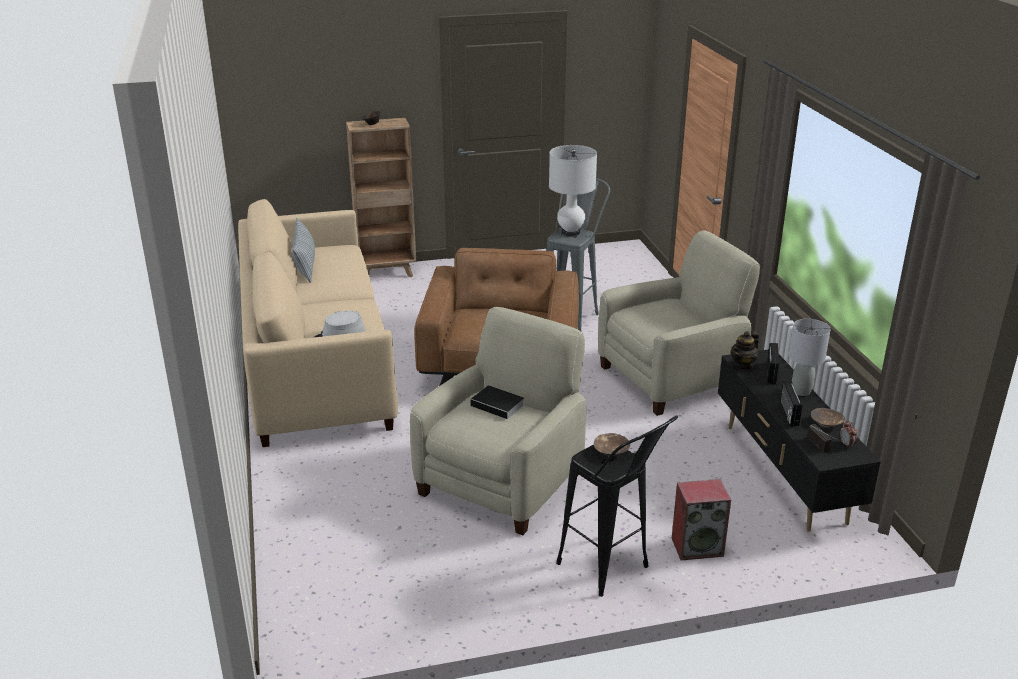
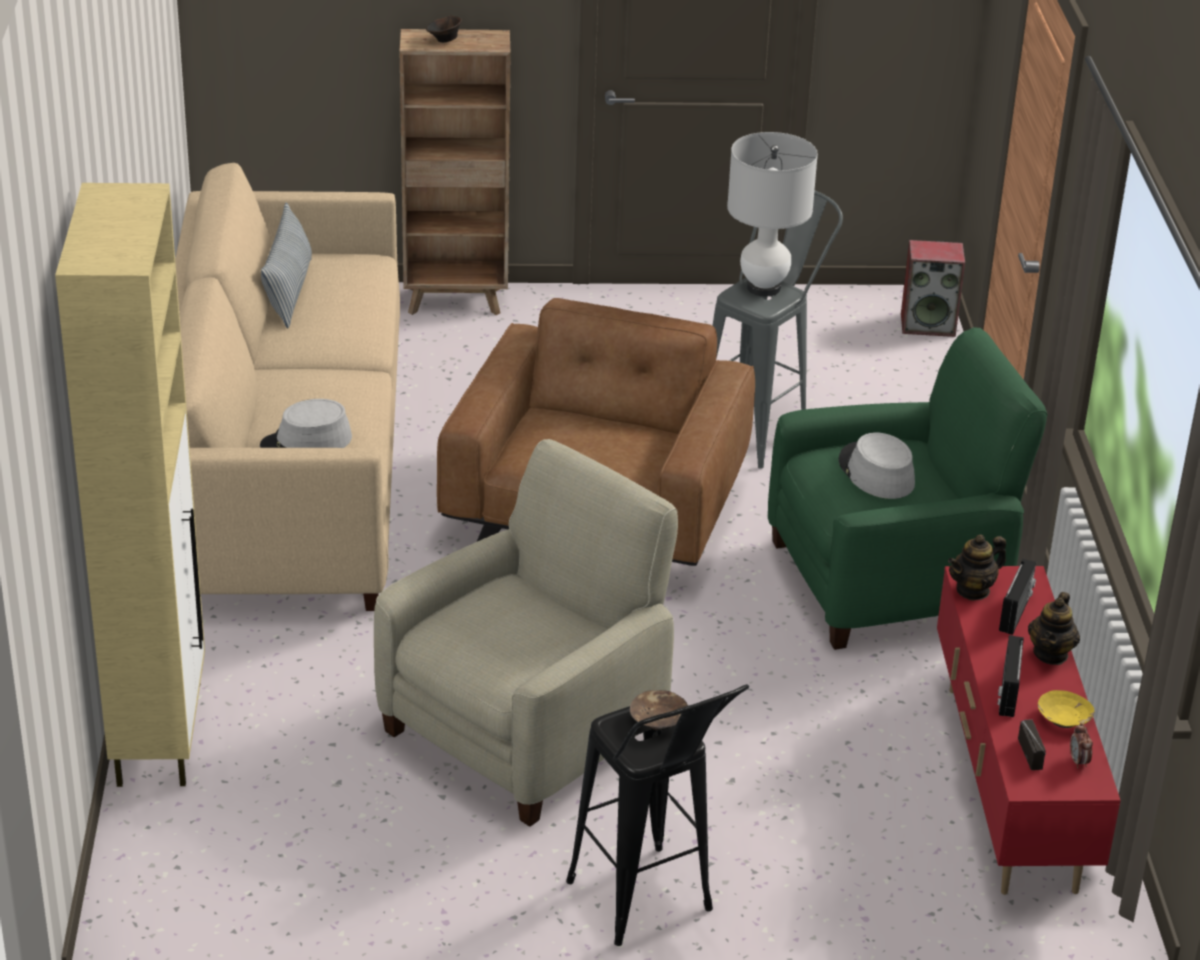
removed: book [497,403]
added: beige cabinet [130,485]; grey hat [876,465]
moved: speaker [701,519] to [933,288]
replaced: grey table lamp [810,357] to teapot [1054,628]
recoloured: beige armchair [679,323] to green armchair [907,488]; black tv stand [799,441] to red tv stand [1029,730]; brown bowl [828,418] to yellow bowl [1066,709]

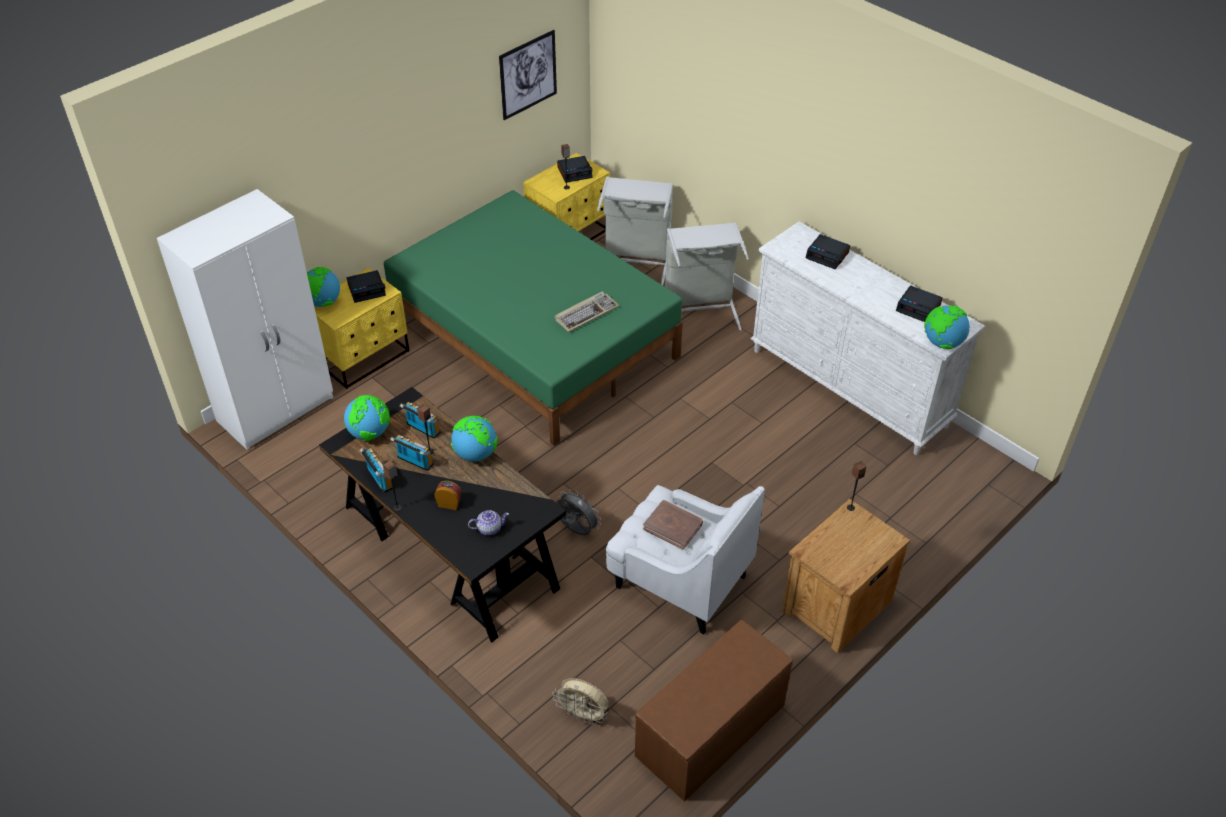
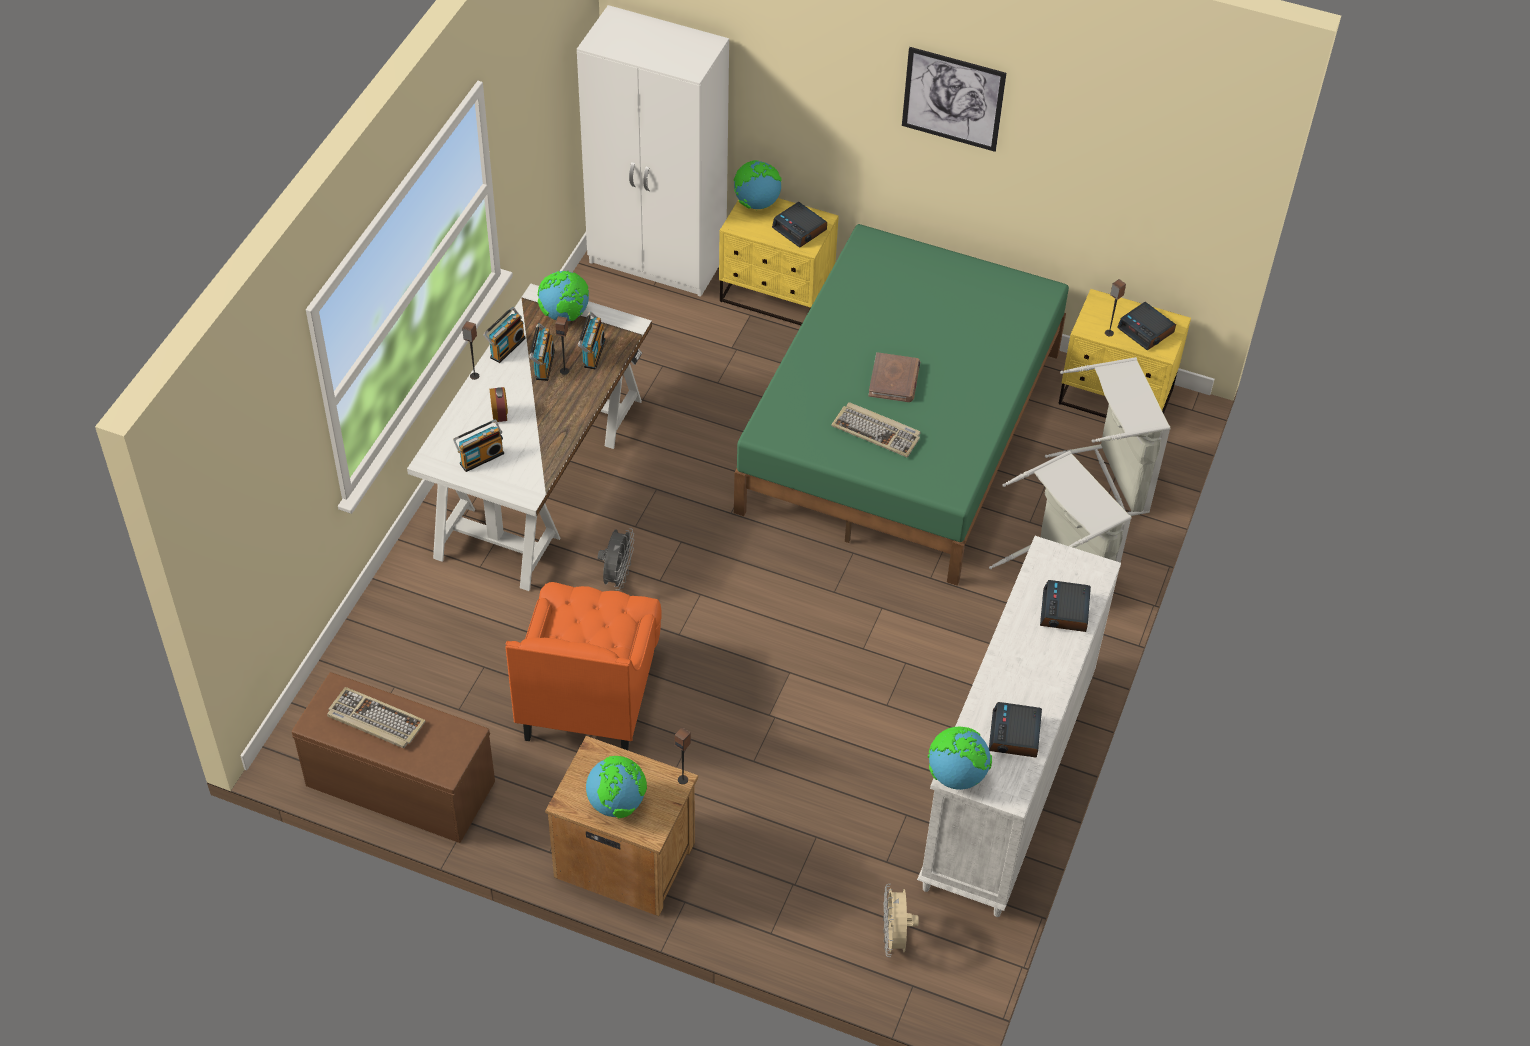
added: keyboard [376,717]
moved: globe [474,439] to [616,787]; brown book [673,525] to [894,377]; beige fan [580,701] to [901,920]; picture [528,75] to [954,99]
replaced: teapot [488,523] to radio [478,446]
recoloured: black desk [442,515] to white desk [529,437]; white armchair [685,559] to orange armchair [583,666]

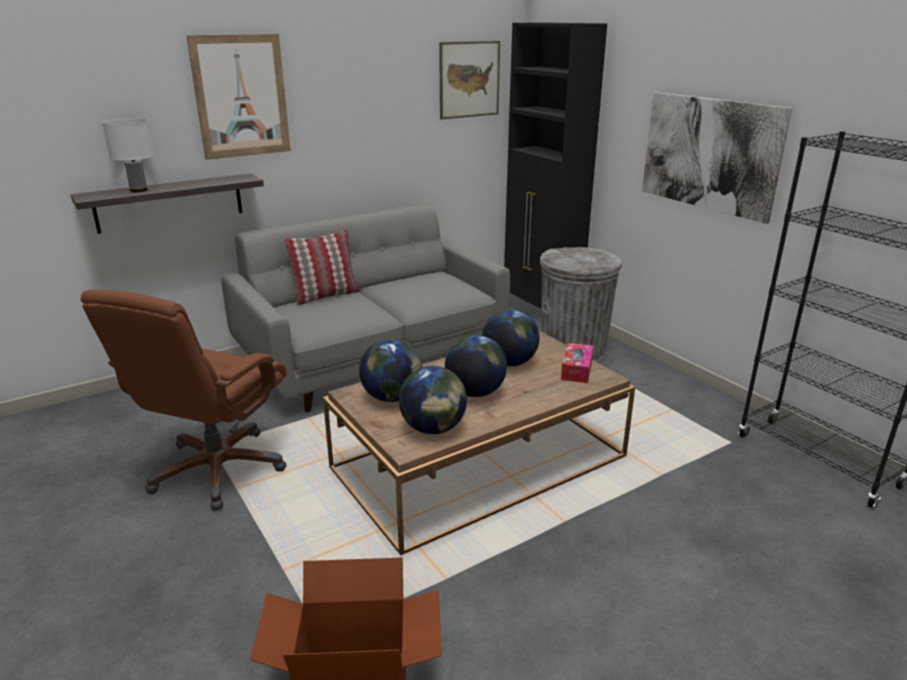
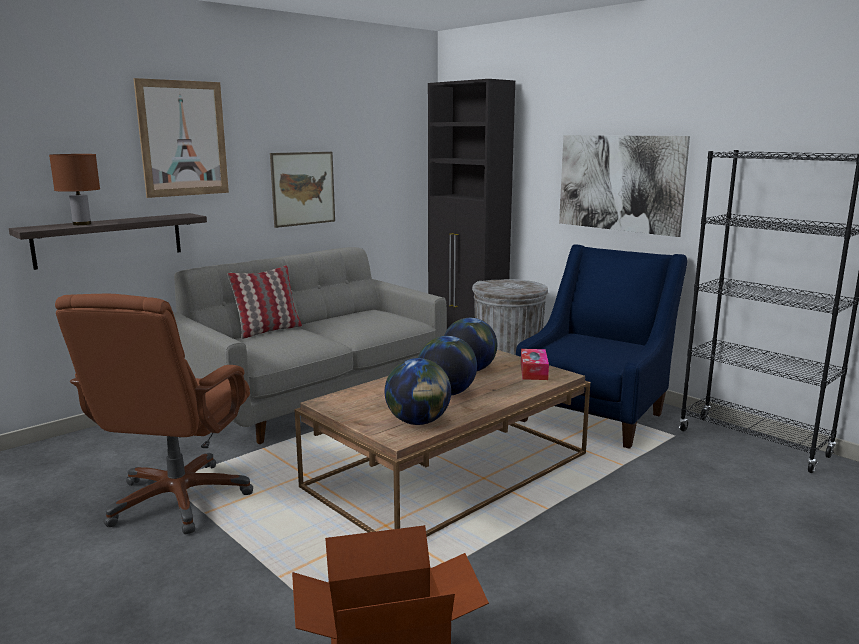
removed: globe [390,370]
added: blue armchair [601,346]
moved: picture [469,80] to [302,190]
recoloured: white table lamp [128,155] to brown table lamp [74,189]

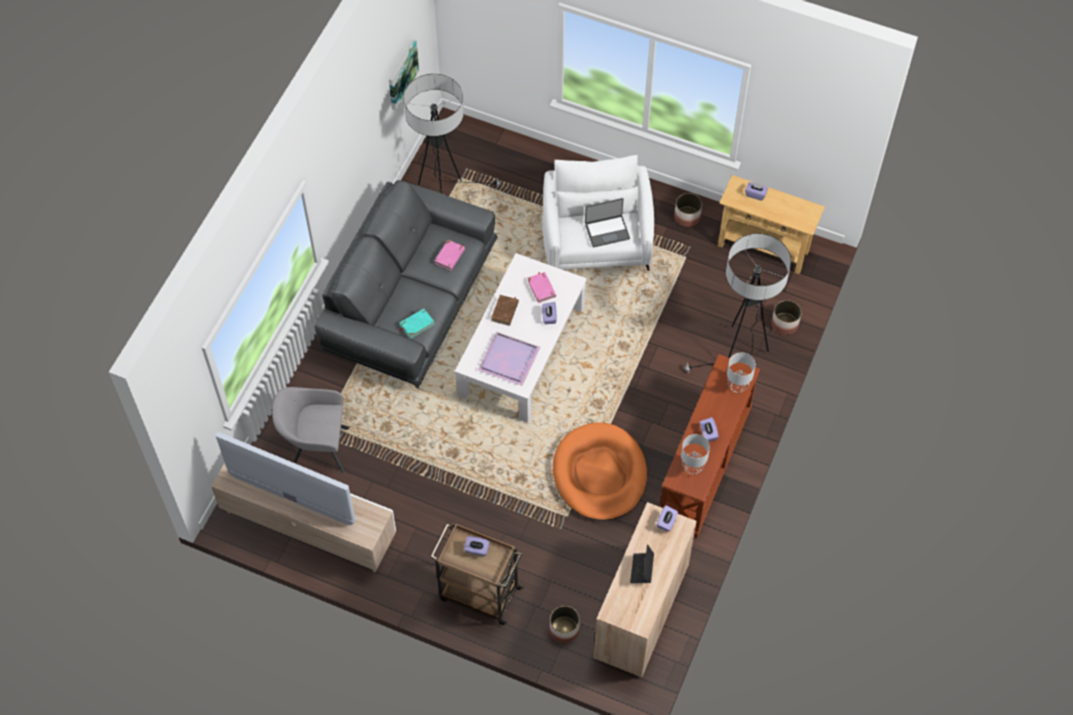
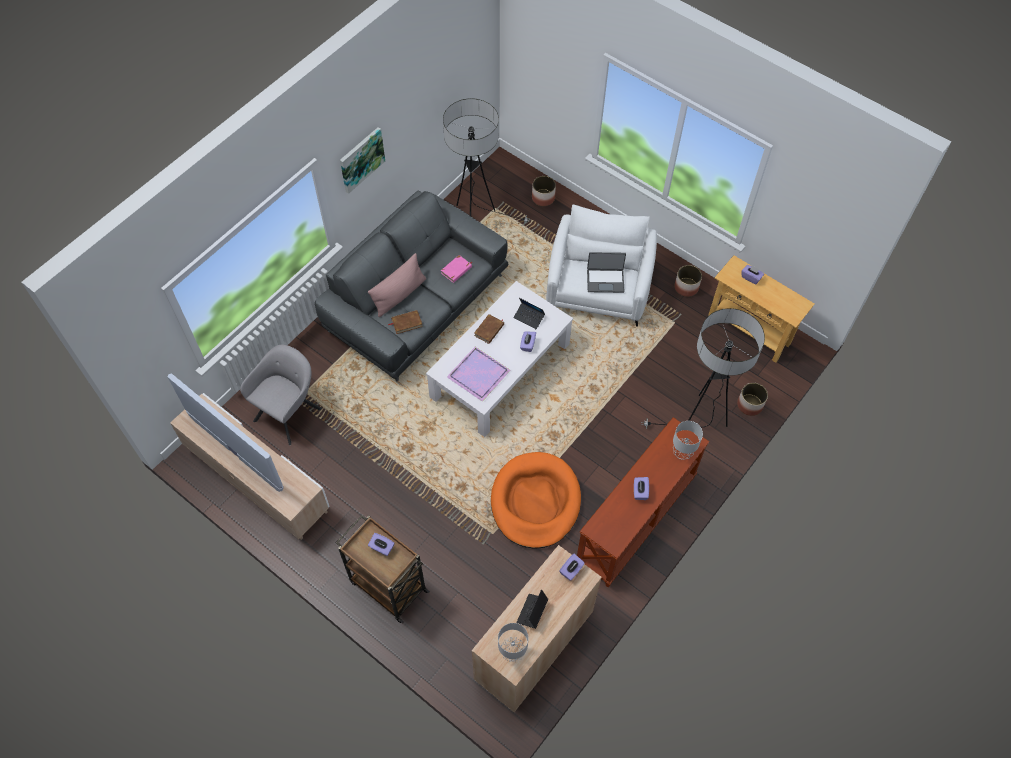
added: pink pillow [397,285]
moved: picture [404,75] to [362,160]; grey table lamp [695,454] to [513,642]; planter [564,624] to [544,191]
replaced: pink book [541,287] to laptop [529,313]
recoloured: turquoise book [416,324] to brown book [405,322]
turned: grey armchair [311,430] = [281,395] 105 degrees clockwise

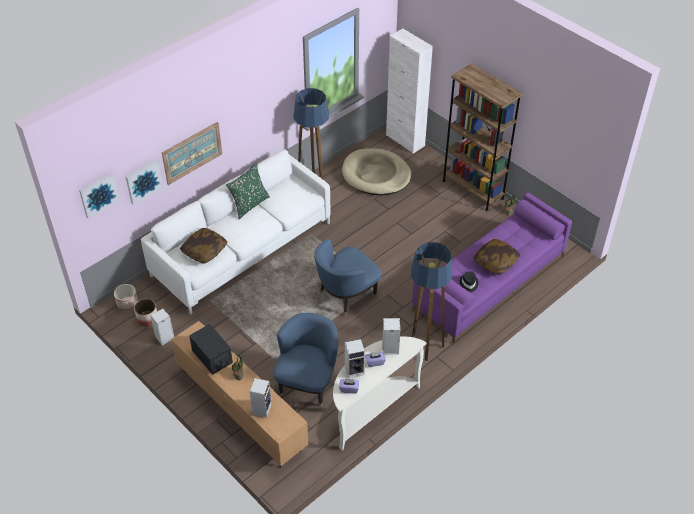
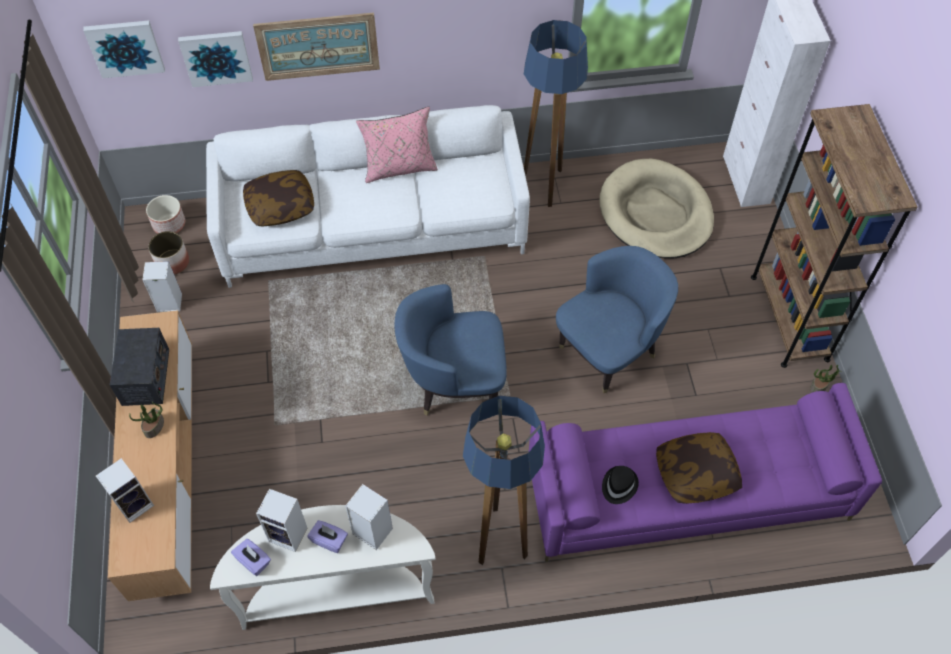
moved: blue armchair [305,359] to [617,319]
recoloured: green pillow [248,190] to pink pillow [397,145]

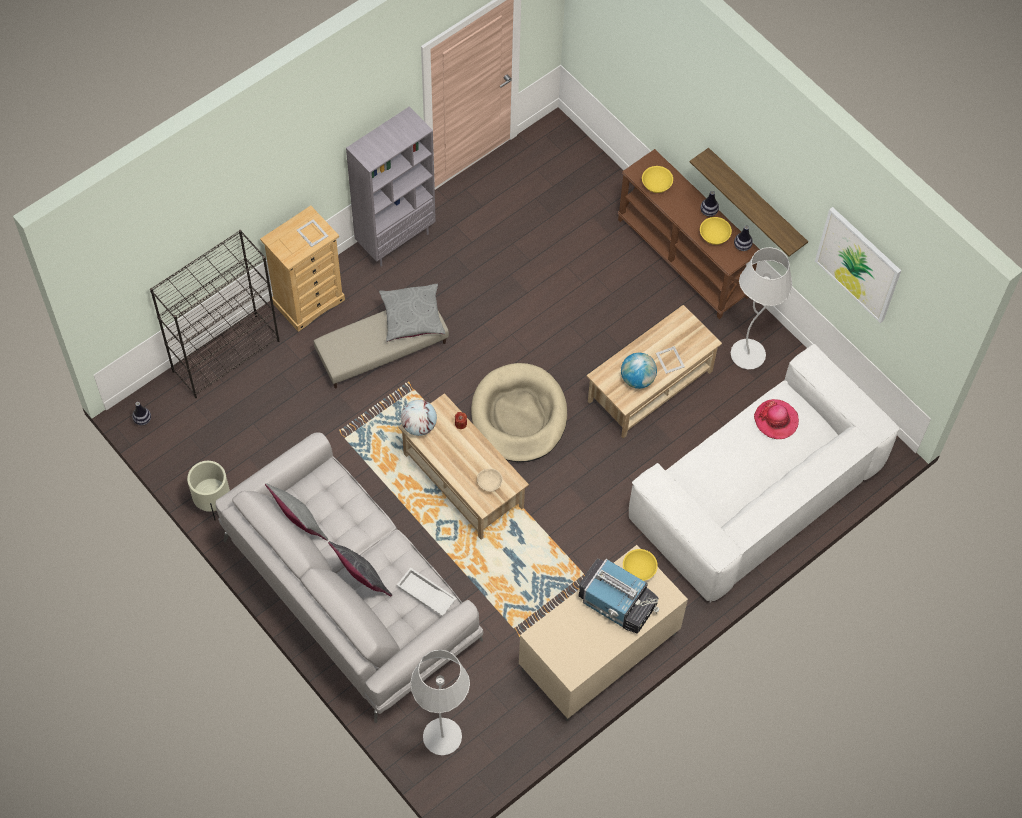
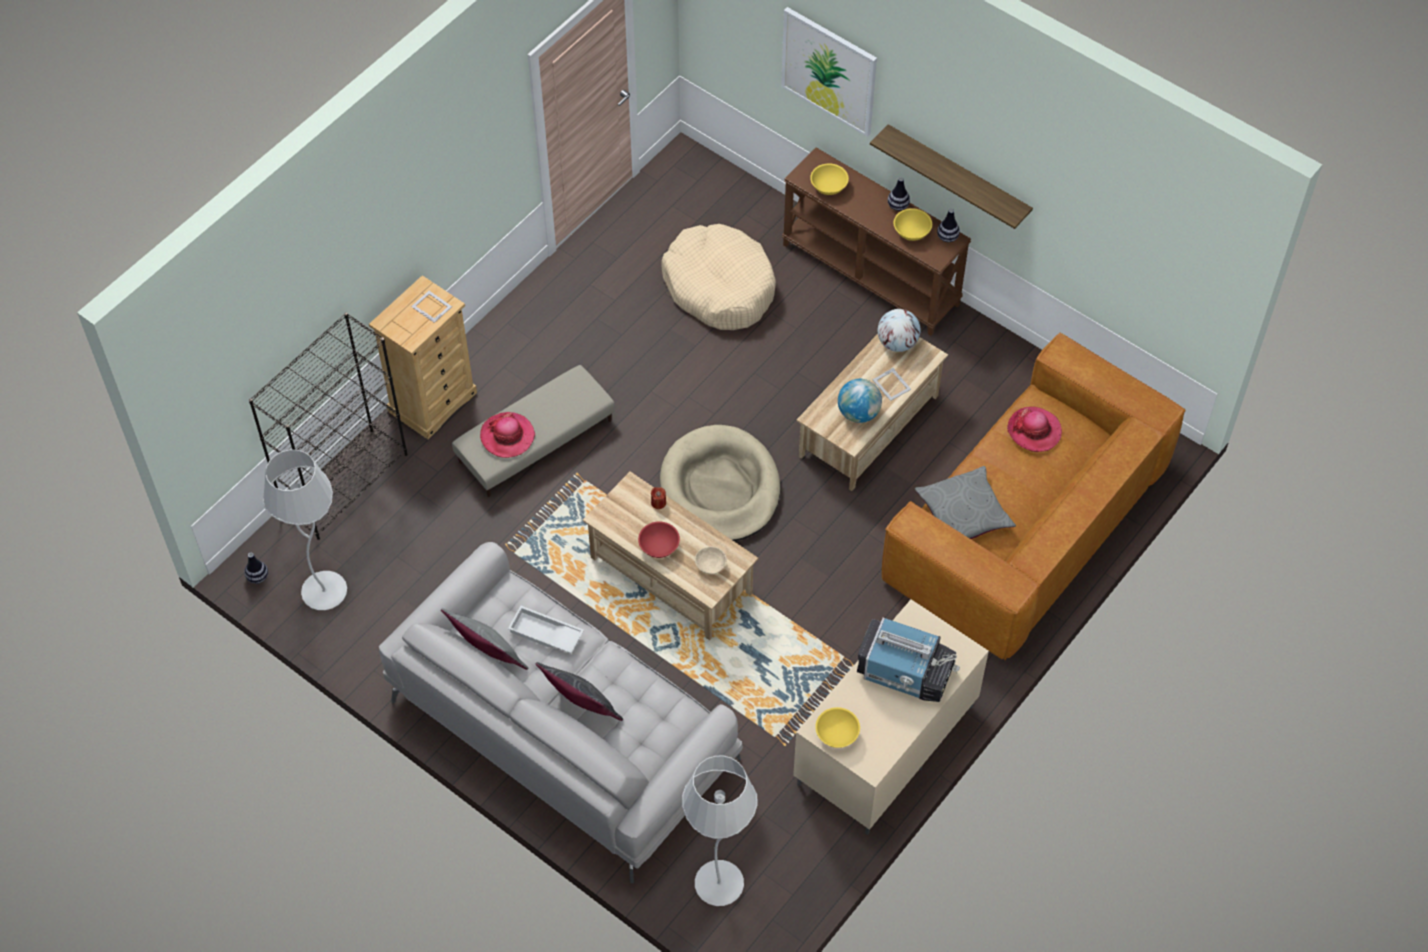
removed: beige planter [208,490]; grey bookcase [391,186]
added: hat [507,435]; red bowl [659,540]; beige dog bed [718,277]
moved: white floor lamp [761,308] to [305,530]; white tray [426,592] to [546,630]; picture [858,265] to [829,72]; yellow bowl [640,565] to [837,727]; globe [419,418] to [899,330]; grey pillow [412,313] to [965,502]
recoloured: white sofa [764,473] to brown sofa [1034,497]

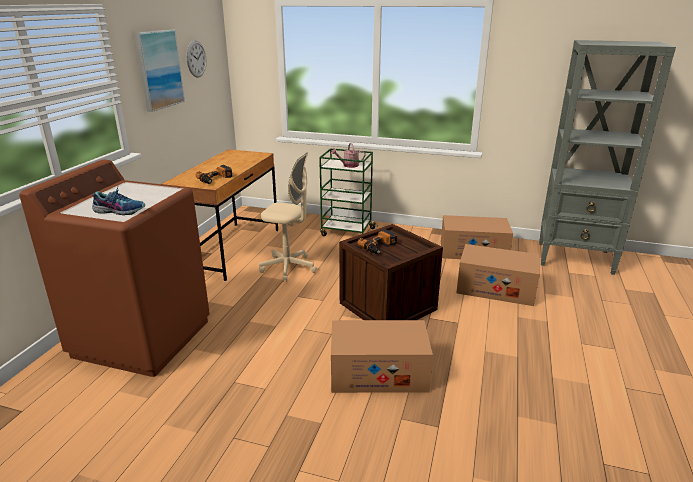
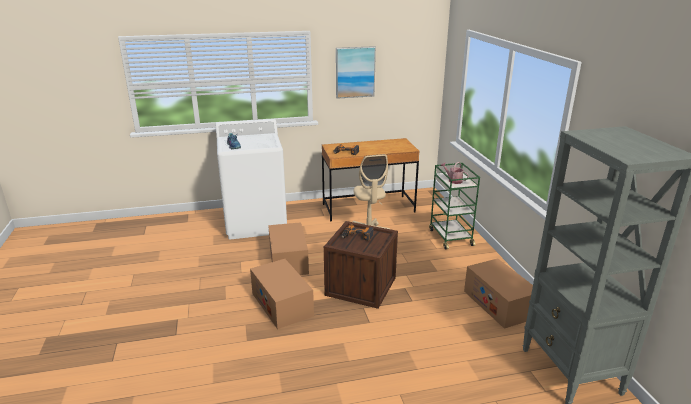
removed: wall clock [196,58]
moved: cardboard box [498,275] to [288,248]
recoloured: brown washing machine [114,268] to white washing machine [251,179]

